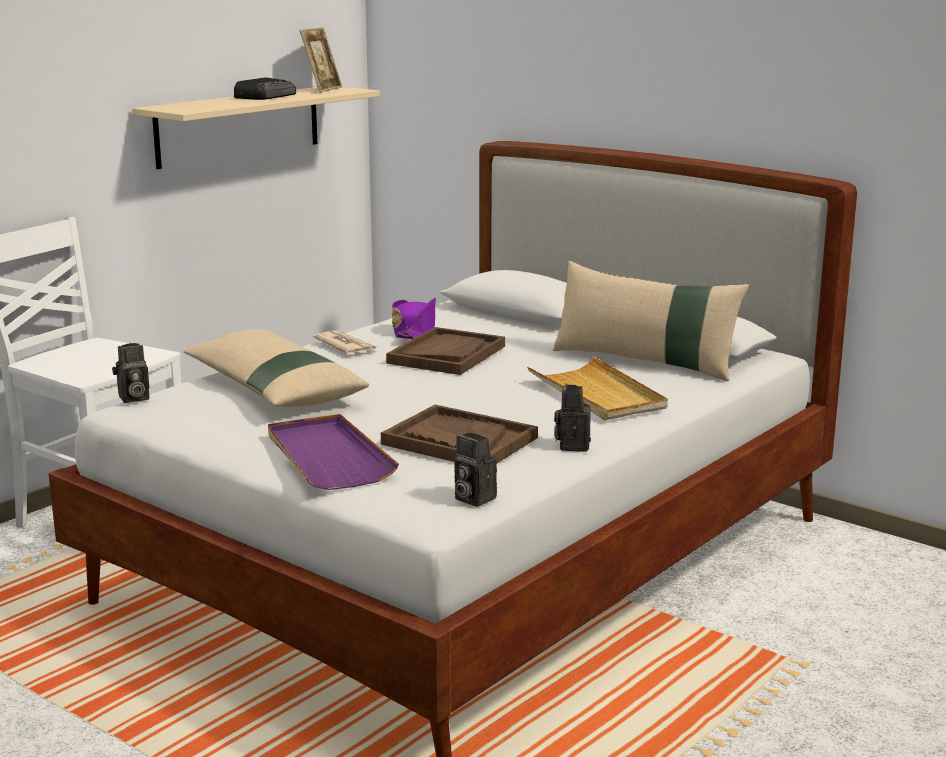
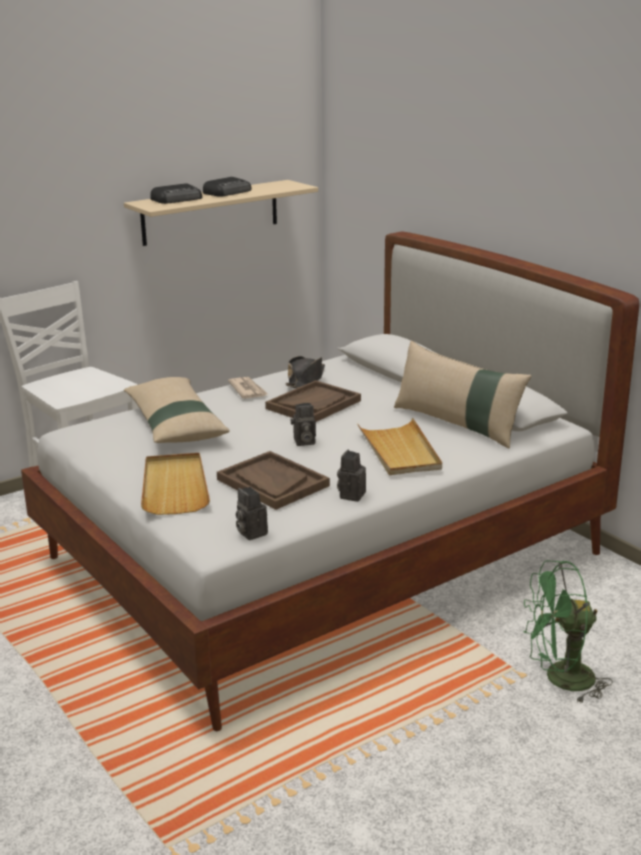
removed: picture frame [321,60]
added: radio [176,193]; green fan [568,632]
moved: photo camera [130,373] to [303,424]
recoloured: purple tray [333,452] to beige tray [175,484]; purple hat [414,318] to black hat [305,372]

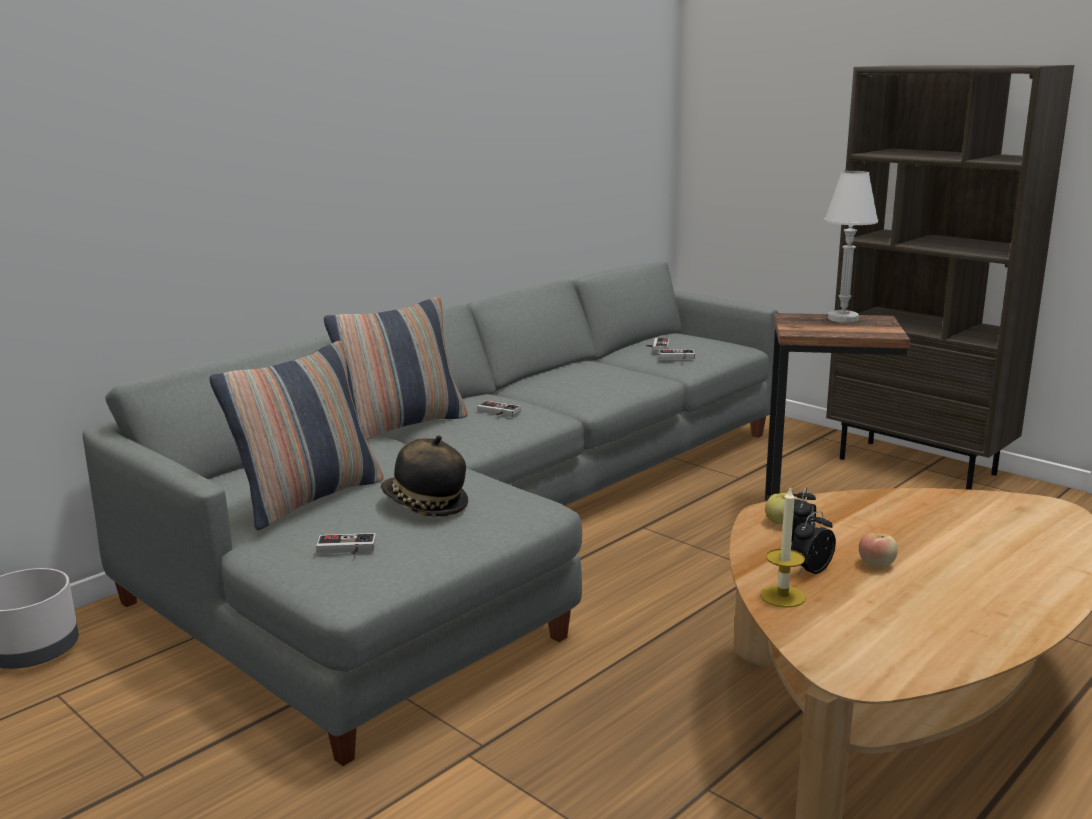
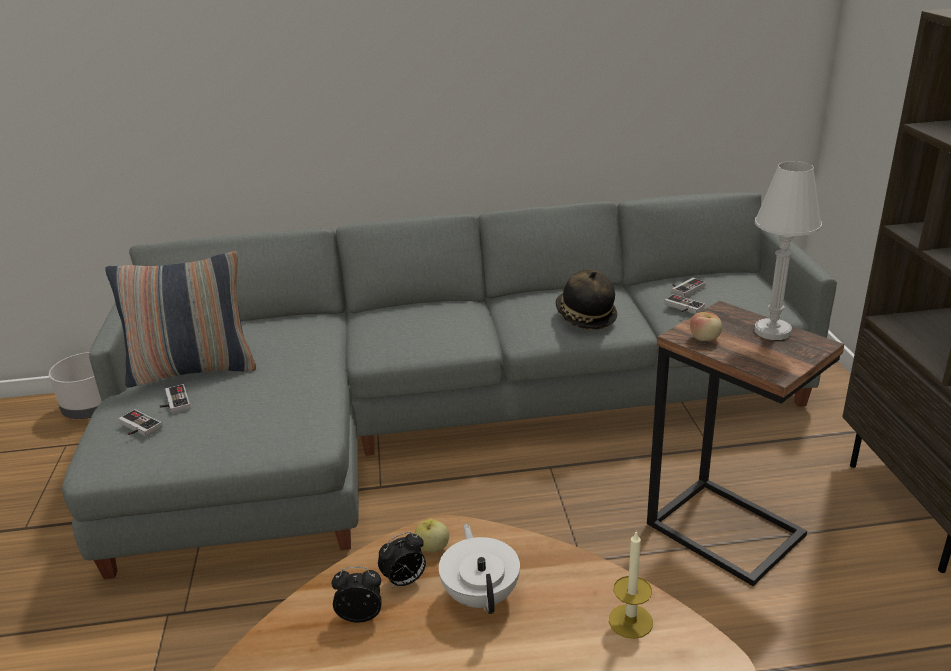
removed: pillow [396,368]
added: white teapot [479,569]
moved: game controller [499,409] to [175,399]; hat [424,475] to [586,299]; candle [783,547] to [631,584]; apple [878,550] to [706,326]

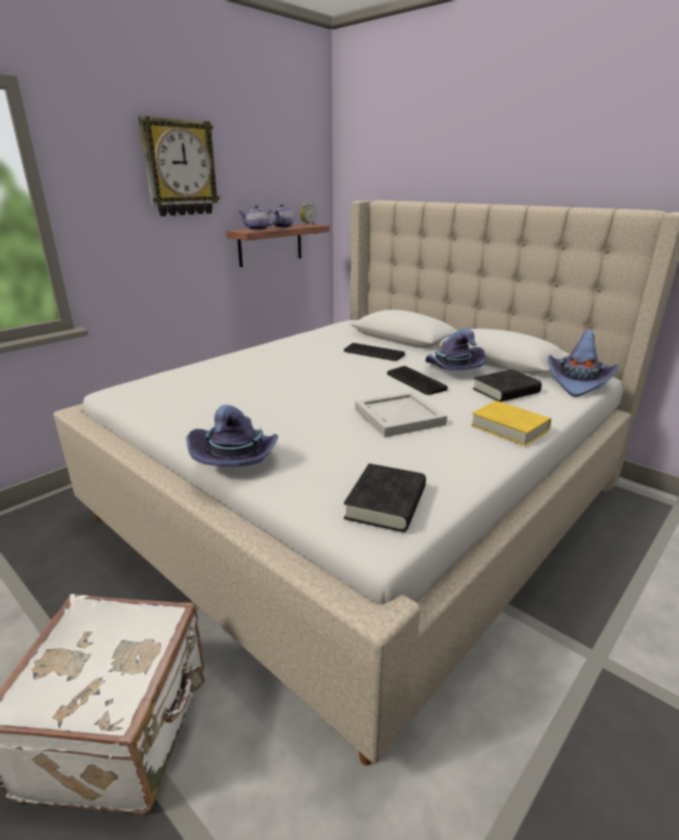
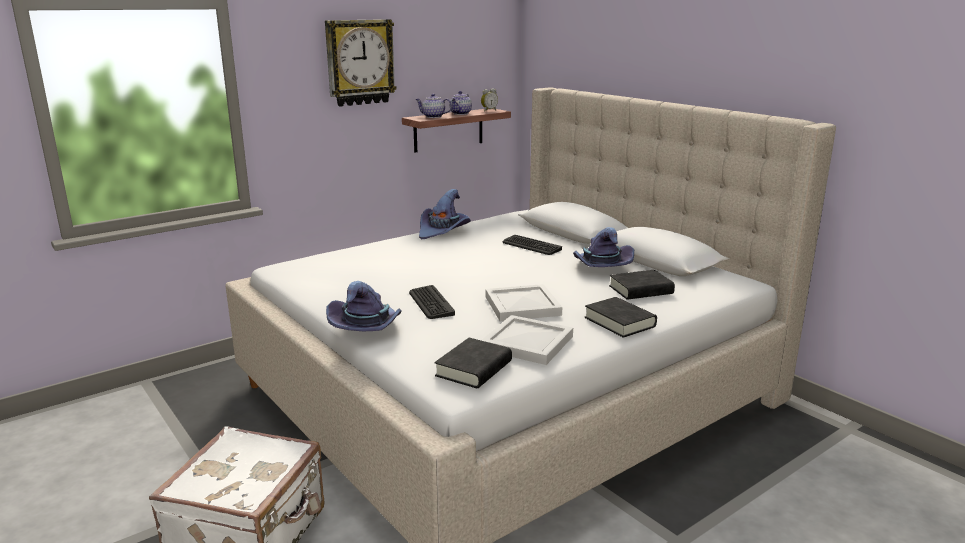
added: white tray [527,340]
moved: keyboard [417,380] to [432,302]; purple hat [583,363] to [445,214]
recoloured: yellow book [511,423] to black book [621,317]

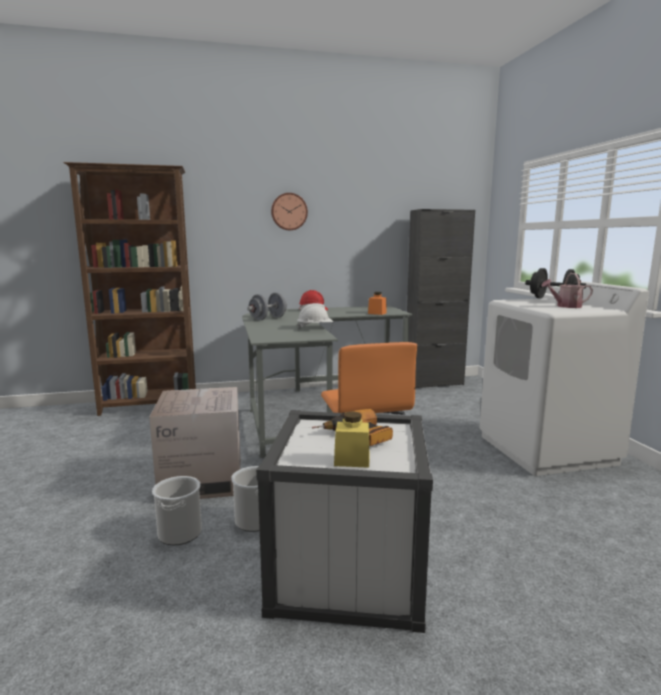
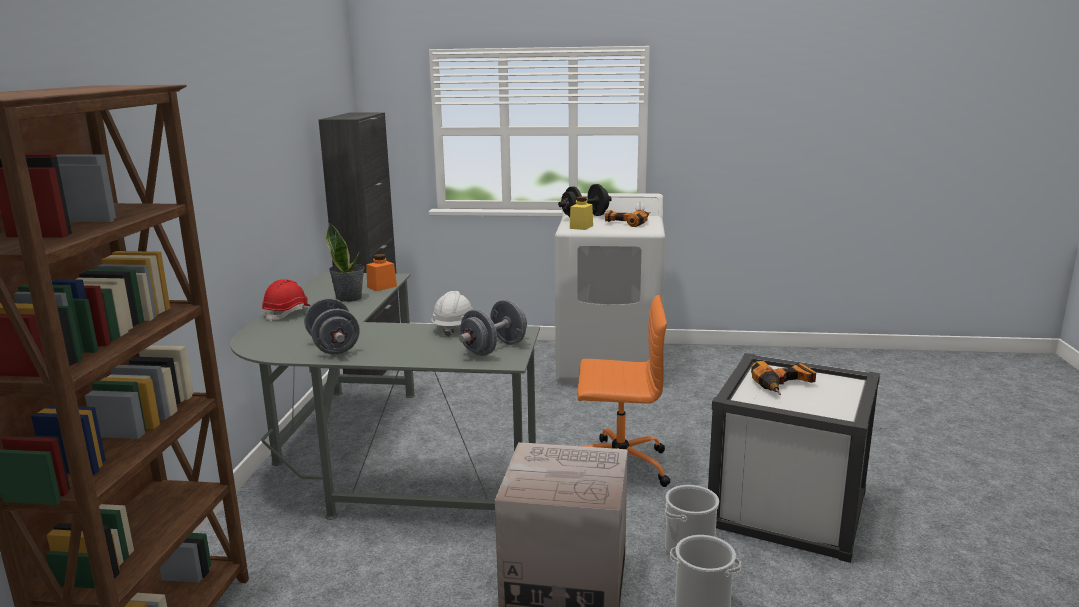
removed: wall clock [289,211]
added: potted plant [345,262]; grey dumbbell [493,328]
moved: yellow jar [351,439] to [581,213]
replaced: watering can [567,290] to power drill [628,218]

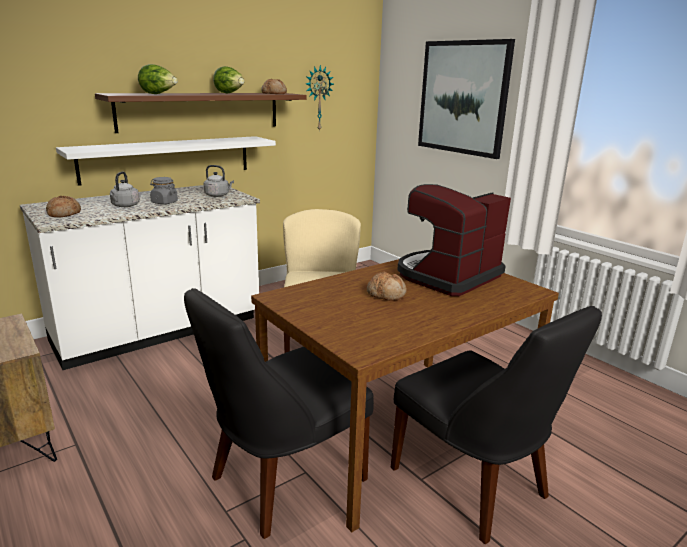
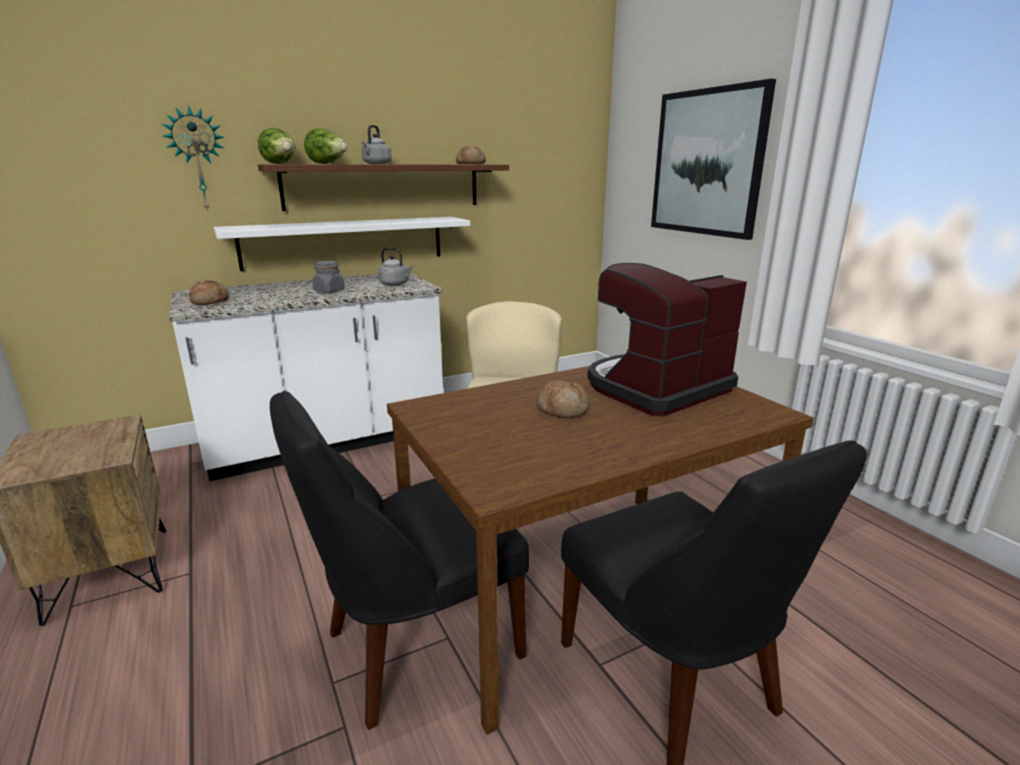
moved: wall clock [320,98] to [193,158]; lettuce [228,79] to [276,146]; grey kettle [125,189] to [377,144]

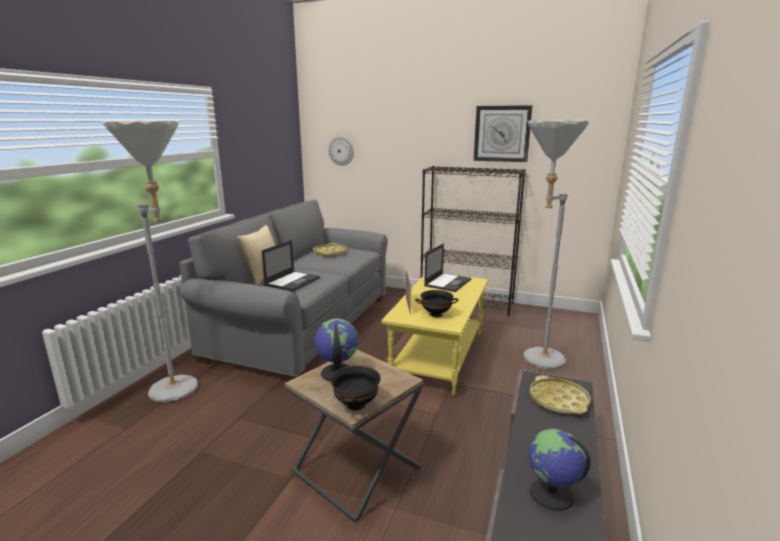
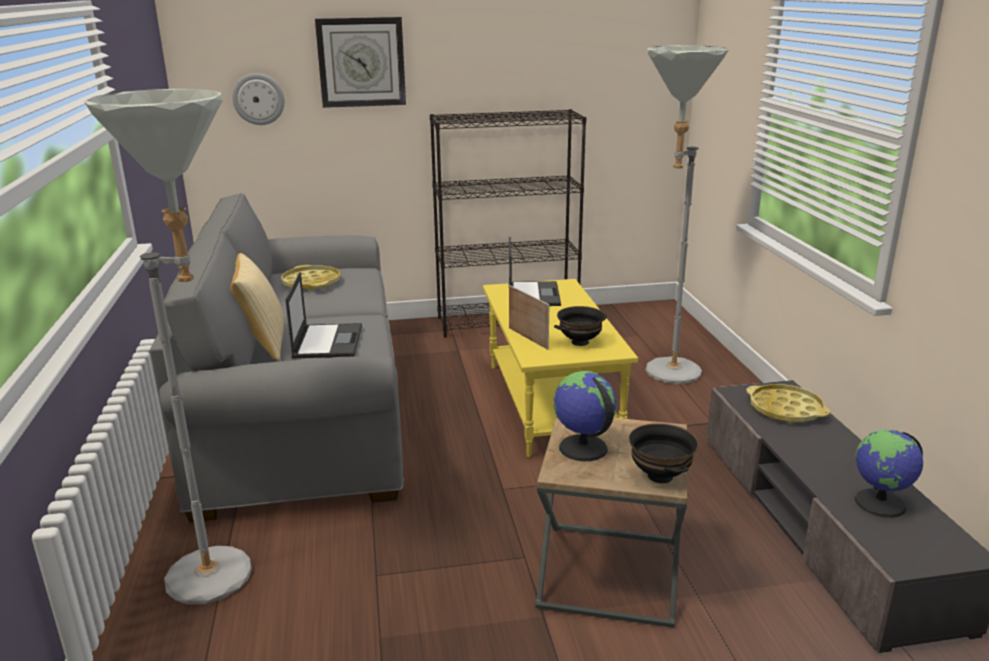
moved: wall clock [503,133] to [360,62]

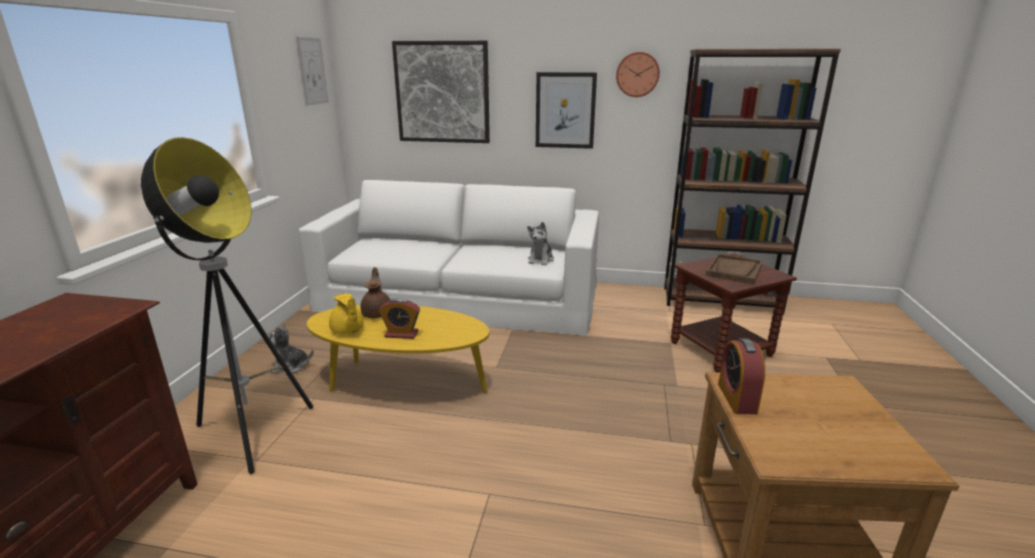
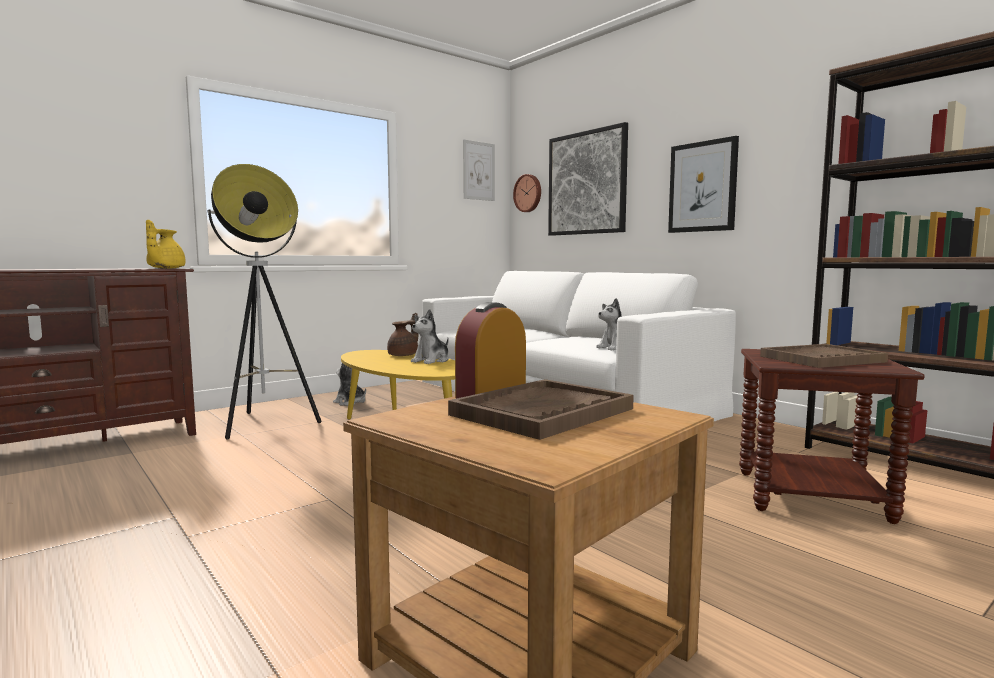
removed: alarm clock [399,318]
added: plush toy [430,336]; brown tray [541,409]
moved: yellow teapot [346,314] to [165,244]; wall clock [638,74] to [527,193]

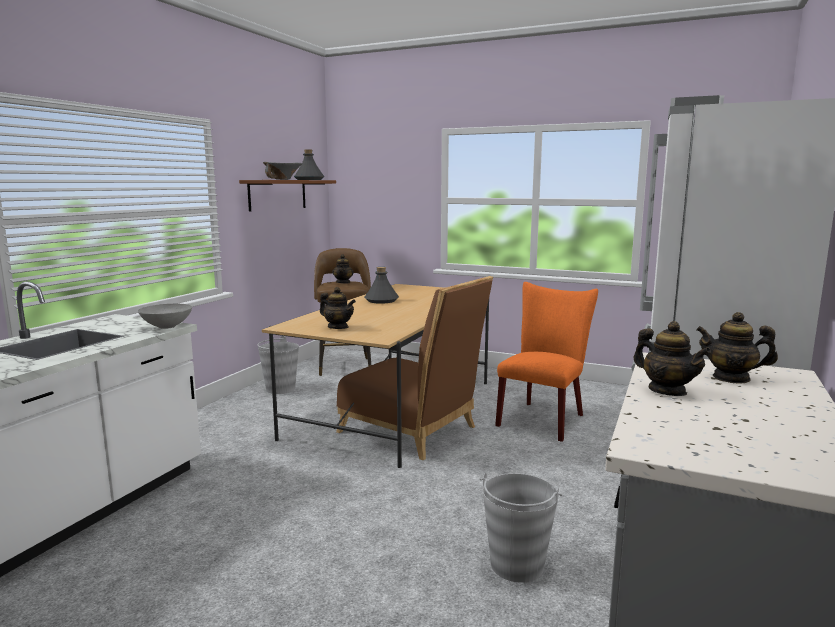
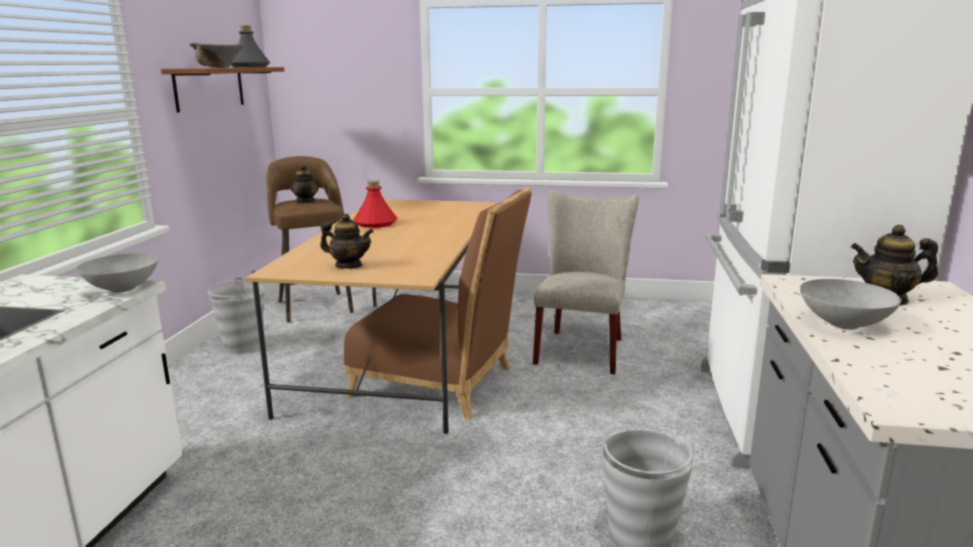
replaced: teapot [672,358] to grey bowl [851,304]
recoloured: grey bottle [381,285] to red bottle [375,204]; orange chair [546,362] to beige chair [586,282]

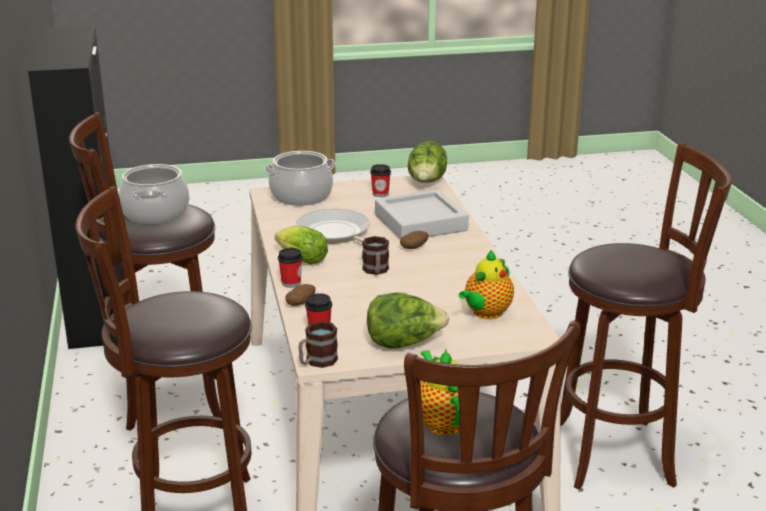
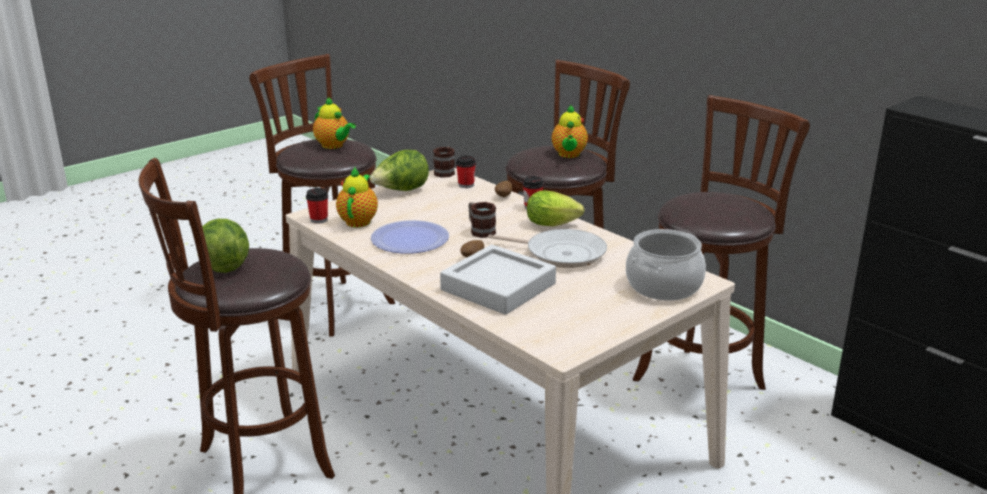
removed: cooking pot [154,194]
added: plate [410,237]; teapot [570,131]
moved: lettuce [427,162] to [225,246]; cup [380,180] to [317,205]

